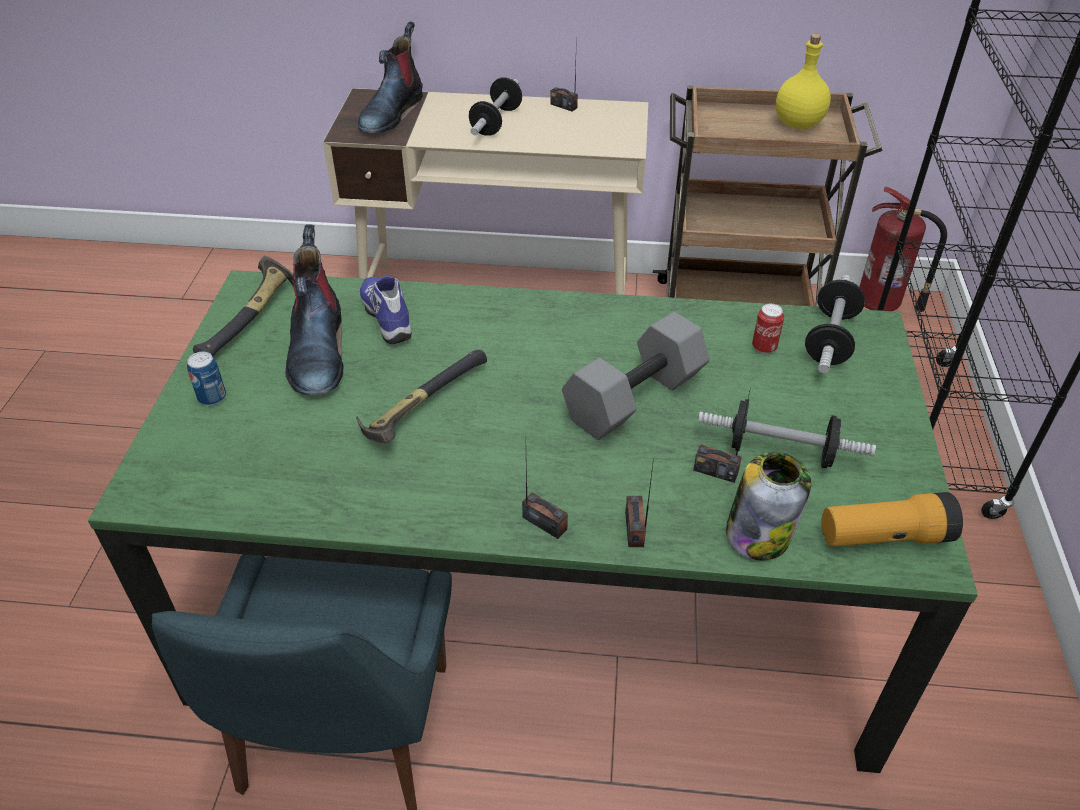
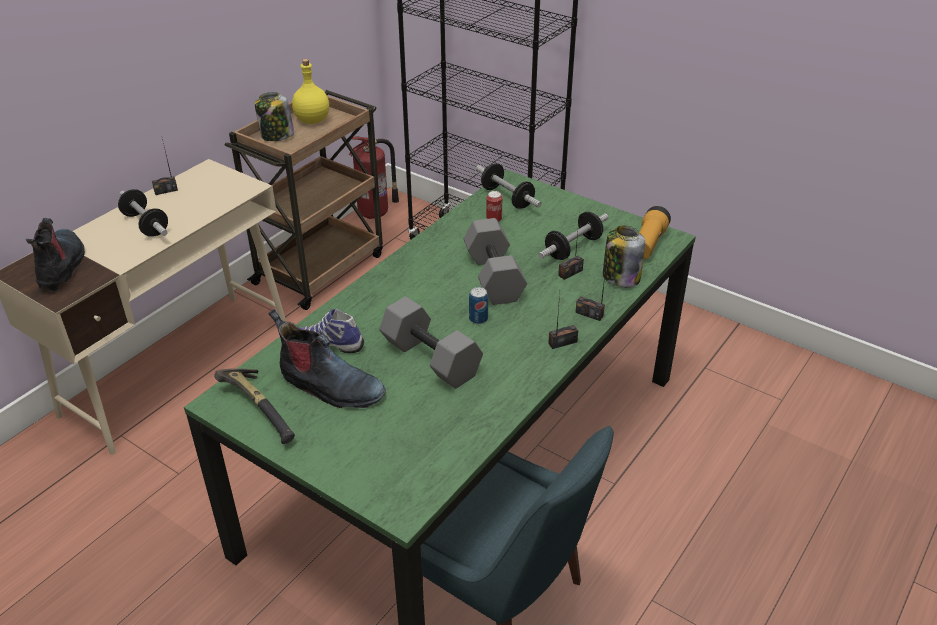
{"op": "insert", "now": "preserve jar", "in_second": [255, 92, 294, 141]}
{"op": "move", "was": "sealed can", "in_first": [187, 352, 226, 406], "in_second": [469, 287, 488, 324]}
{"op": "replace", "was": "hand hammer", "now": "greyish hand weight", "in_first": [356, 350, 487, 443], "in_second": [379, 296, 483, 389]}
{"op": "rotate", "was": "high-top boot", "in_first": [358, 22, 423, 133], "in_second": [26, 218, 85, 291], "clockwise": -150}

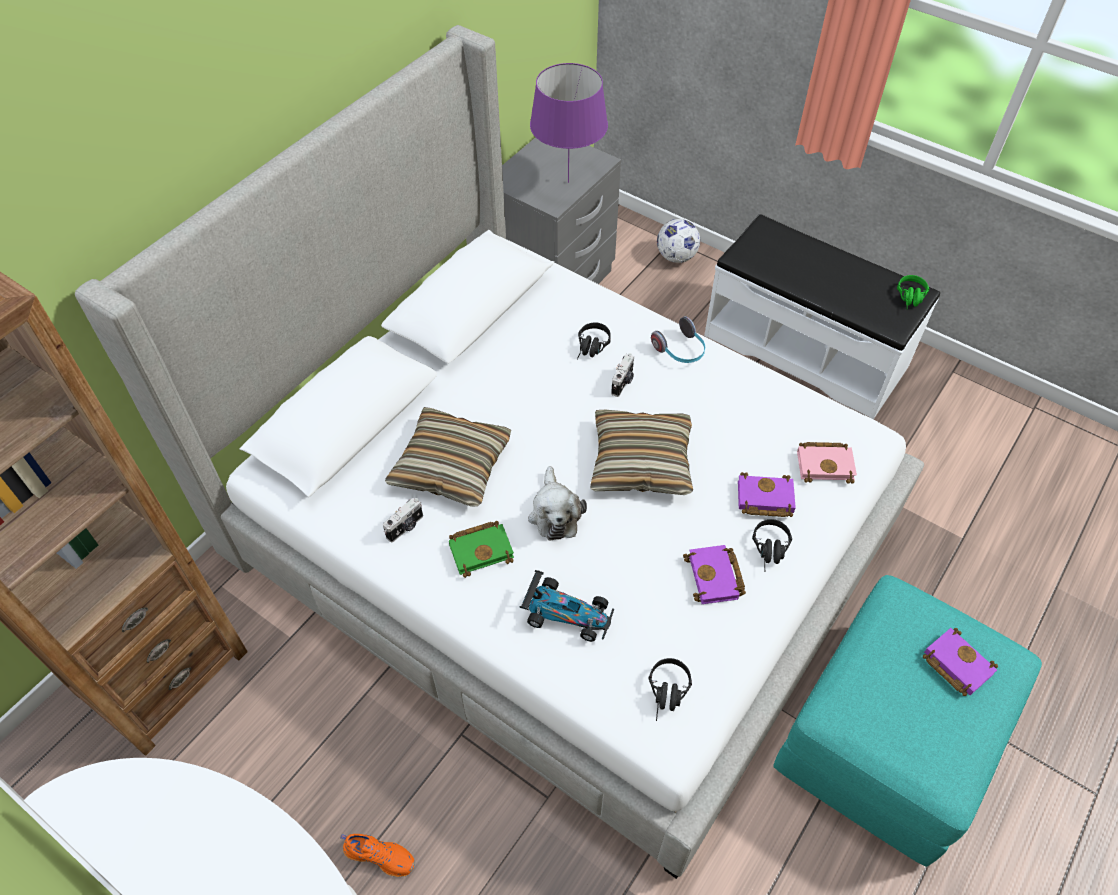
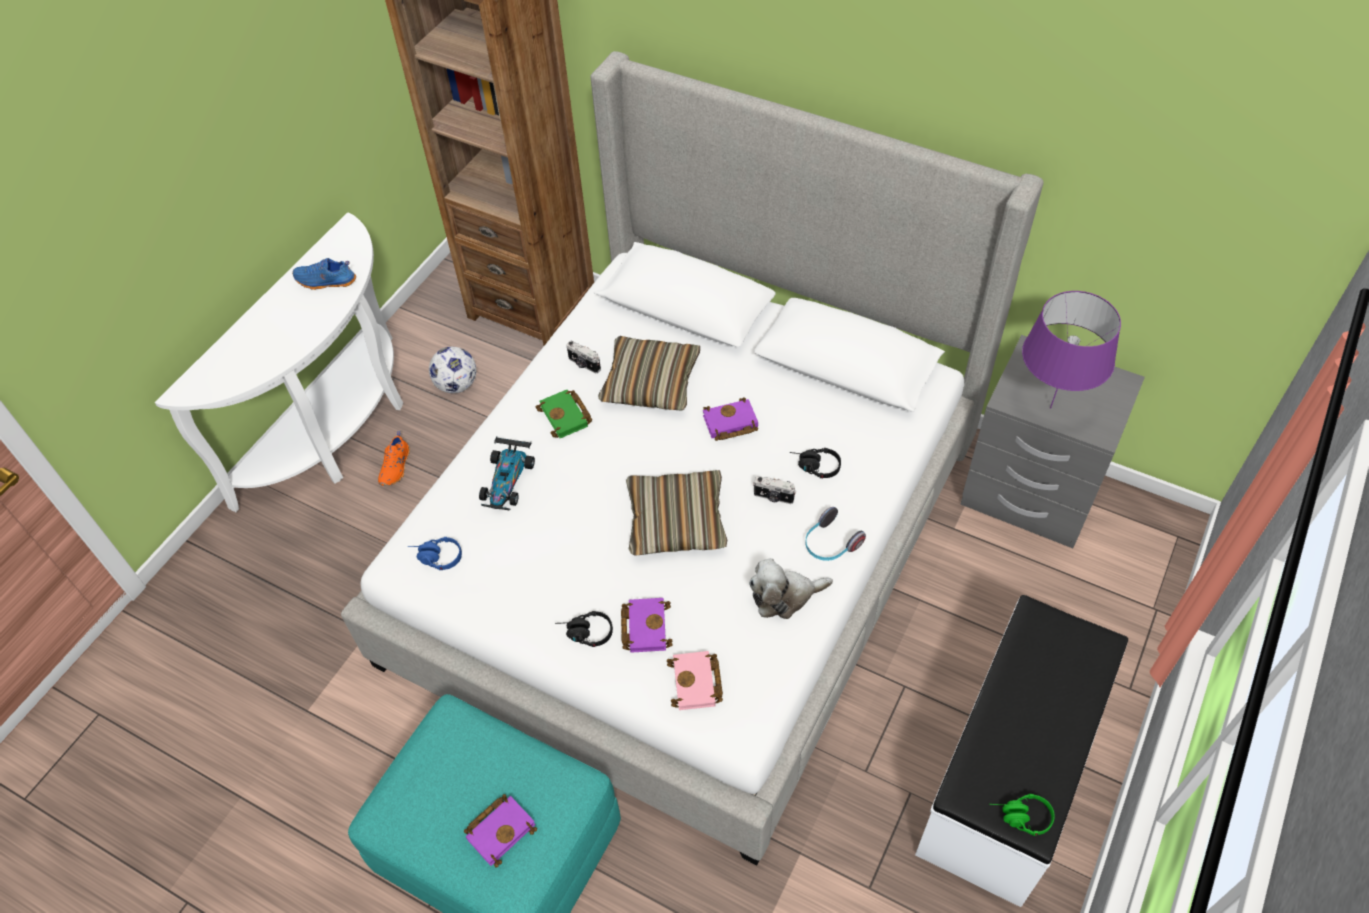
{"op": "insert", "now": "bluish item of footwear", "in_second": [292, 258, 356, 290]}
{"op": "move", "was": "cuddly toy", "in_first": [528, 466, 587, 540], "in_second": [749, 558, 833, 619]}
{"op": "move", "was": "football", "in_first": [657, 219, 700, 263], "in_second": [429, 347, 476, 393]}
{"op": "move", "was": "purple bound book", "in_first": [683, 545, 746, 604], "in_second": [703, 397, 758, 441]}
{"op": "recolor", "was": "black-coloured headphones", "now": "bluish headphones", "in_first": [649, 658, 692, 721], "in_second": [408, 537, 462, 570]}

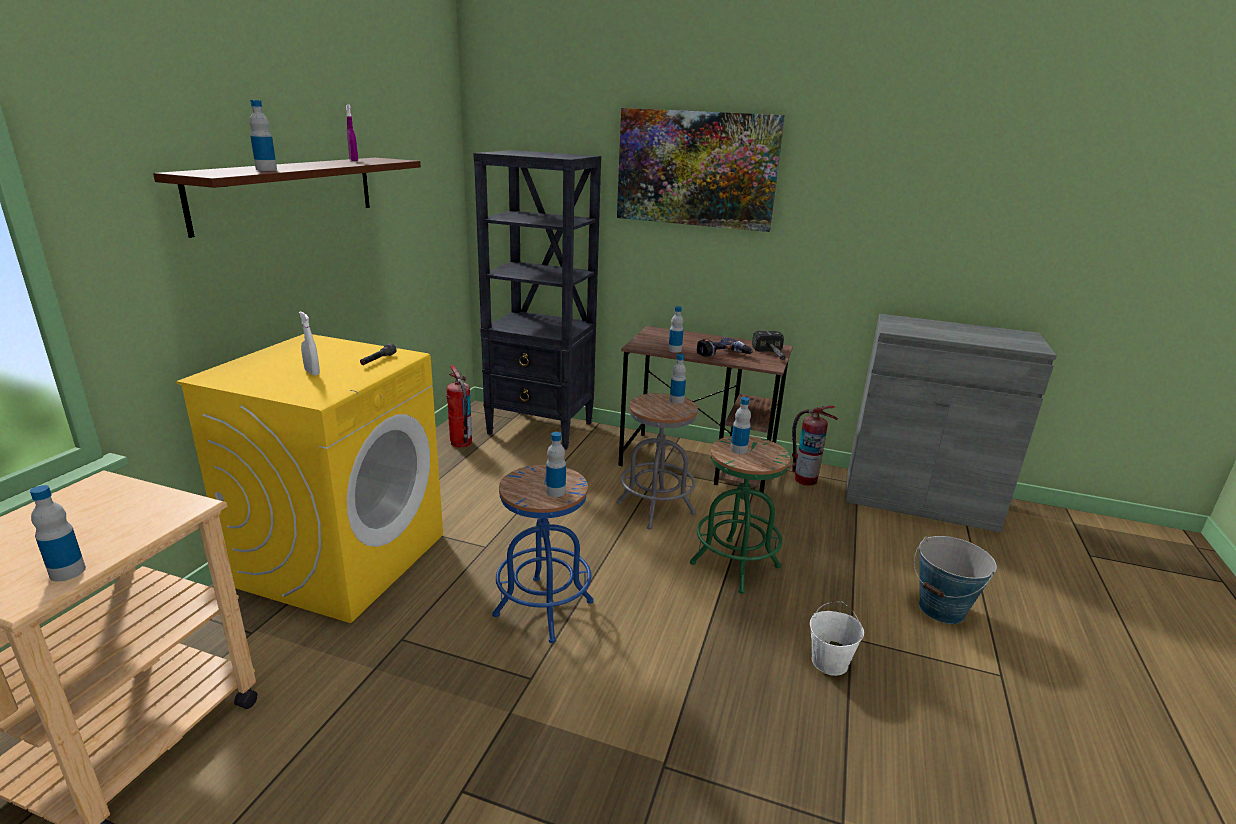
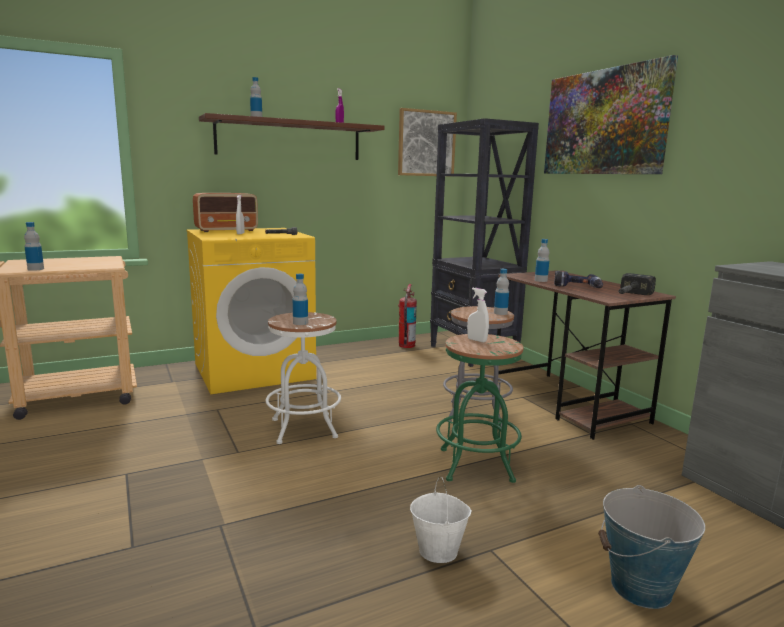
{"op": "delete", "was": "fire-fighting cylinder", "in_first": [792, 406, 838, 486]}
{"op": "insert", "now": "radio", "in_second": [193, 193, 258, 232]}
{"op": "insert", "now": "picture", "in_second": [398, 108, 457, 177]}
{"op": "replace", "was": "drink bottle", "now": "whitish spray bottle", "in_first": [730, 397, 751, 454], "in_second": [467, 288, 489, 342]}
{"op": "recolor", "was": "bluish stool", "now": "whitish stool", "in_first": [492, 465, 594, 643], "in_second": [266, 312, 341, 444]}

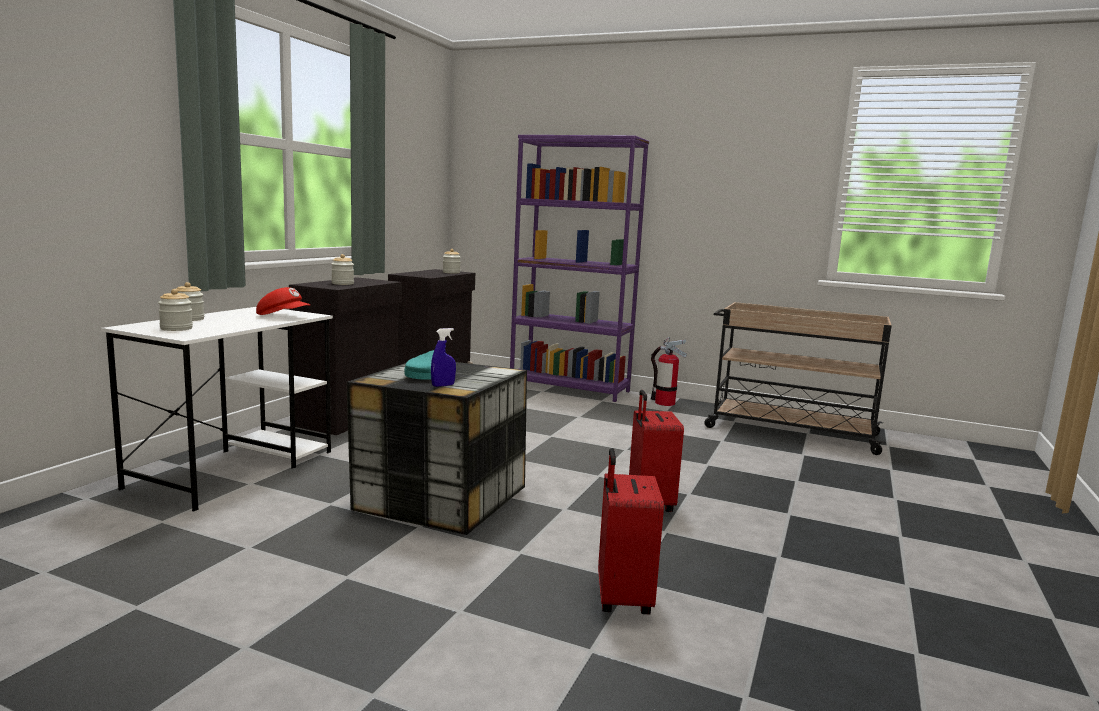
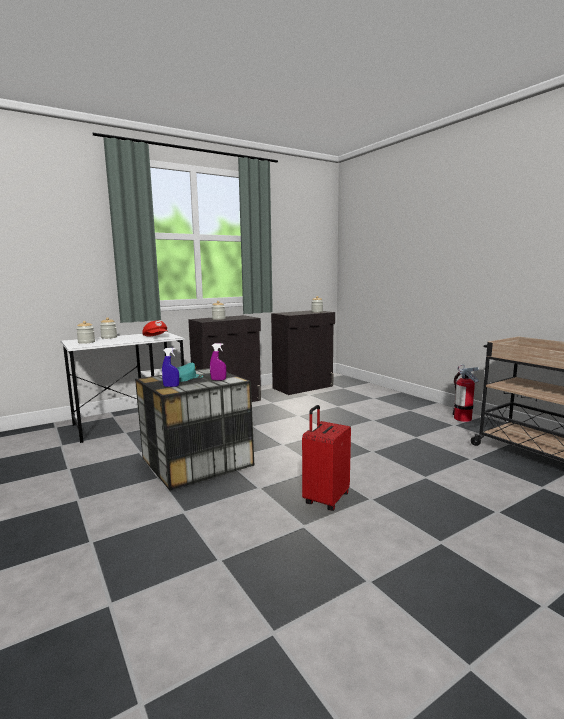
{"op": "delete", "was": "purple shelving unit", "in_first": [510, 135, 649, 402]}
{"op": "delete", "was": "reddish suitcase", "in_first": [598, 448, 664, 614]}
{"op": "insert", "now": "purple spray bottle", "in_second": [210, 343, 226, 380]}

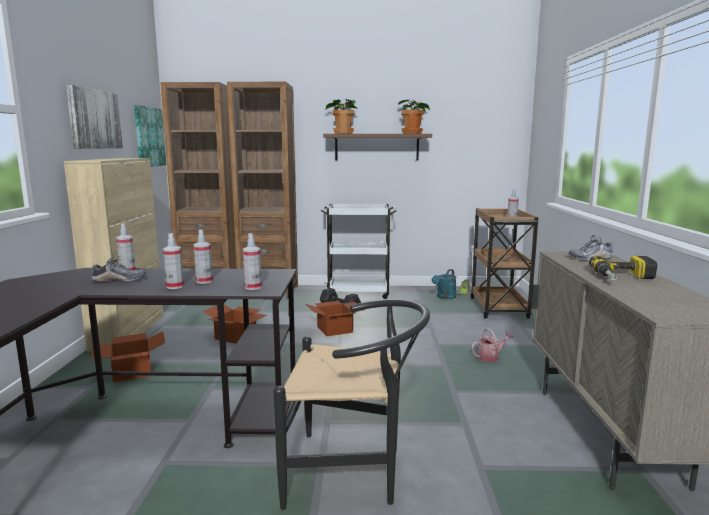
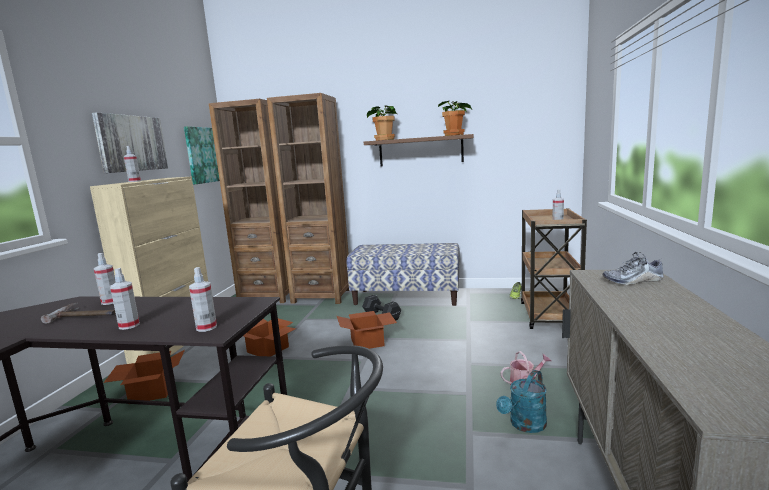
{"op": "delete", "was": "drill", "in_first": [589, 255, 657, 281]}
{"op": "move", "was": "spray bottle", "in_first": [193, 230, 213, 284], "in_second": [124, 146, 141, 182]}
{"op": "move", "was": "turquoise-coloured watering can", "in_first": [432, 269, 456, 299], "in_second": [496, 370, 547, 433]}
{"op": "replace", "was": "item of footwear", "now": "hand hammer", "in_first": [92, 255, 146, 282], "in_second": [41, 302, 116, 324]}
{"op": "replace", "was": "whitish trolley", "now": "indoor bench", "in_first": [321, 204, 396, 299], "in_second": [347, 243, 460, 306]}

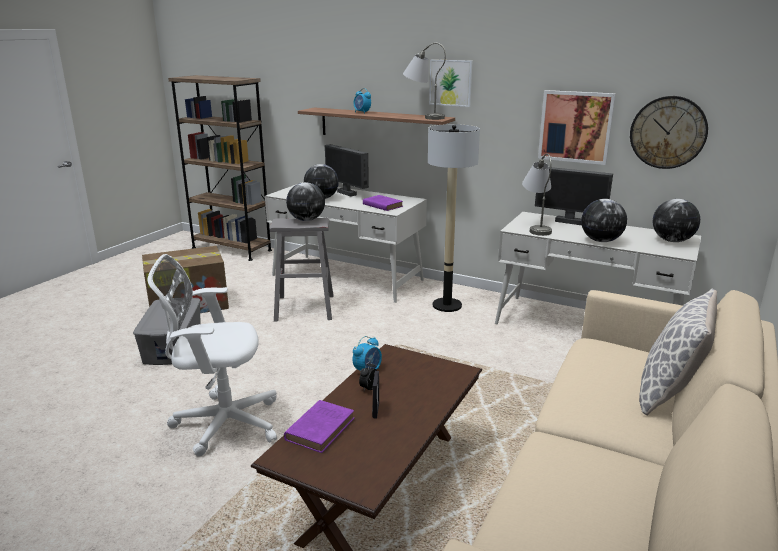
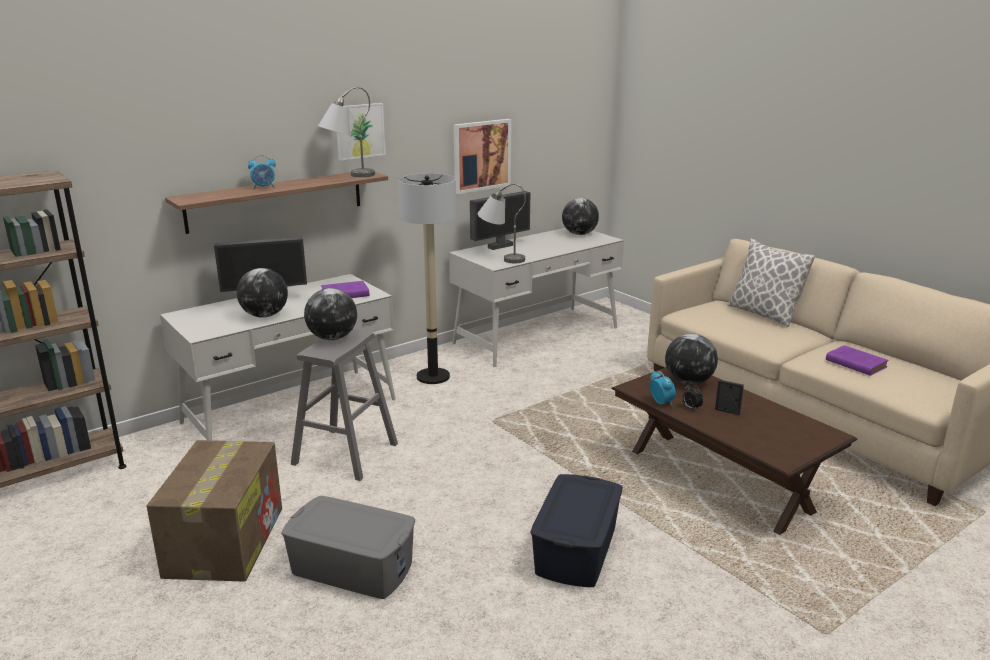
{"op": "delete", "was": "hanging clock", "in_first": [630, 96, 708, 169]}
{"op": "move", "was": "purple bound book", "in_first": [284, 400, 354, 453], "in_second": [826, 345, 889, 376]}
{"op": "move", "was": "globe", "in_first": [581, 199, 627, 242], "in_second": [665, 334, 718, 385]}
{"op": "replace", "was": "whitish office chair", "now": "bluish storage container", "in_first": [147, 254, 277, 457], "in_second": [530, 474, 623, 587]}

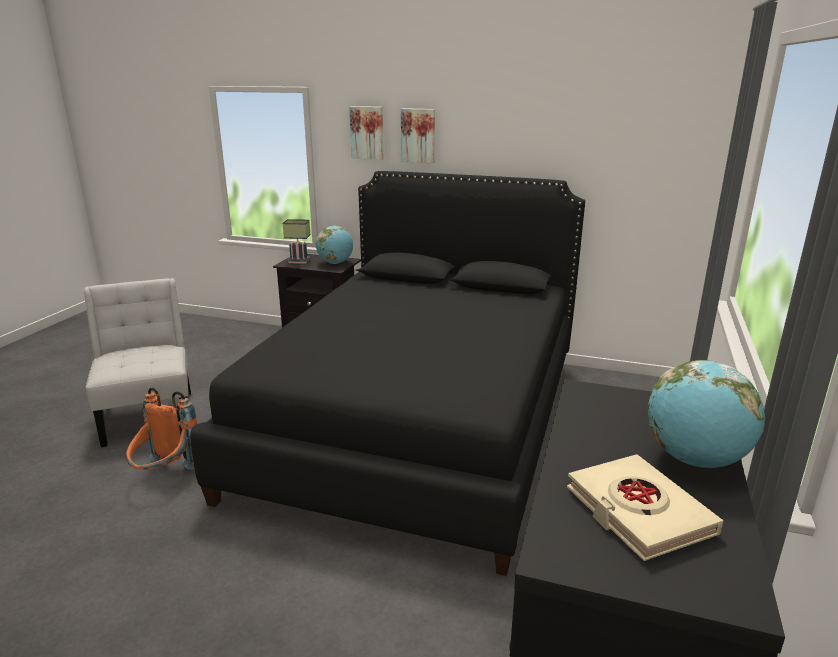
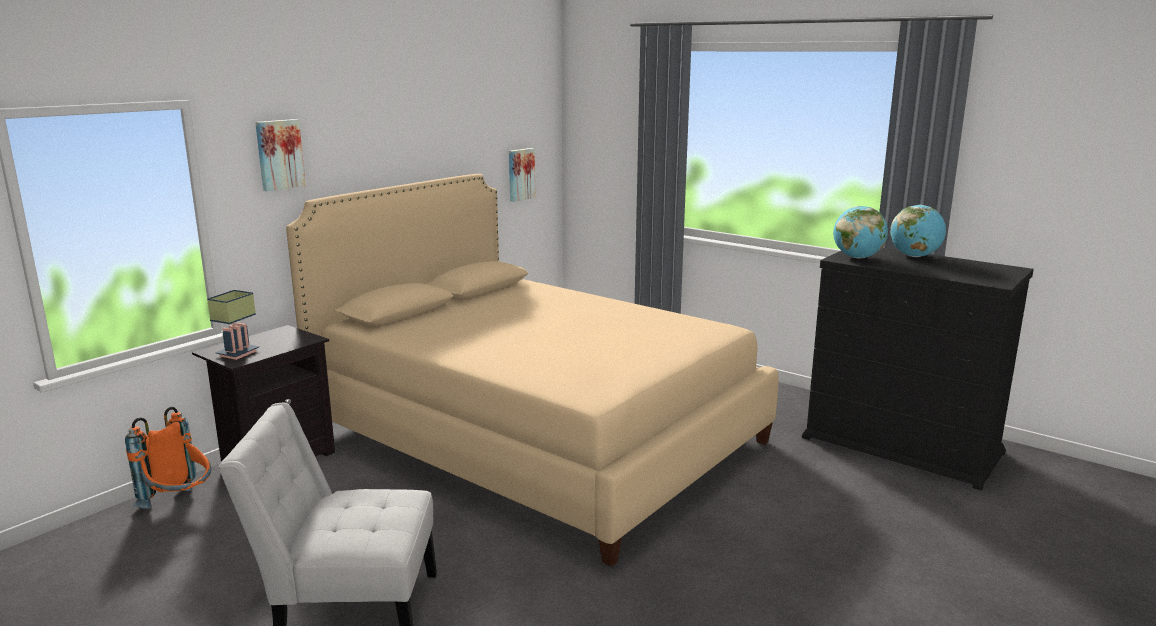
{"op": "delete", "was": "beige bound book", "in_first": [567, 454, 723, 561]}
{"op": "move", "was": "orange-coloured rucksack", "in_first": [126, 387, 197, 470], "in_second": [125, 407, 211, 509]}
{"op": "move", "was": "globe", "in_first": [316, 226, 353, 264], "in_second": [833, 206, 888, 259]}
{"op": "move", "was": "picture", "in_first": [401, 108, 435, 163], "in_second": [509, 148, 535, 202]}
{"op": "recolor", "was": "black-coloured bed", "now": "beige bed", "in_first": [190, 171, 585, 576], "in_second": [286, 174, 779, 567]}

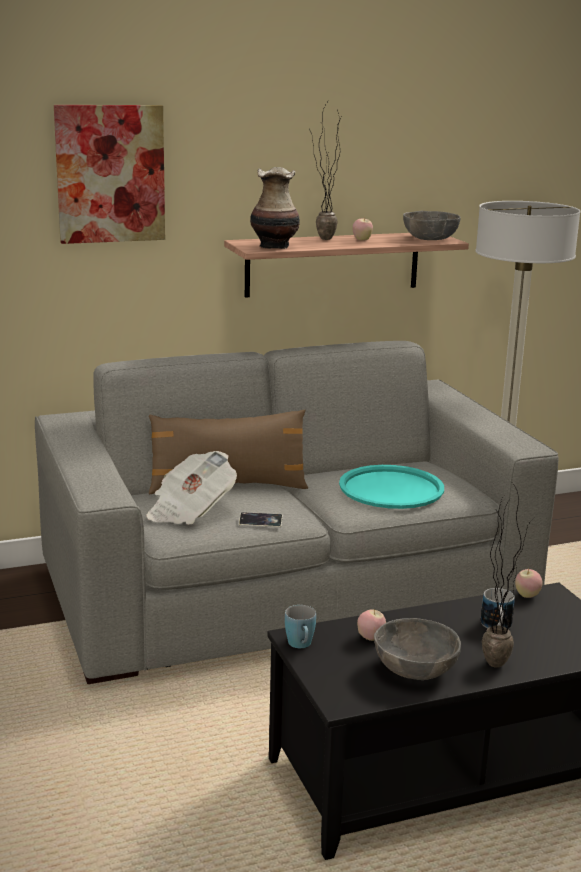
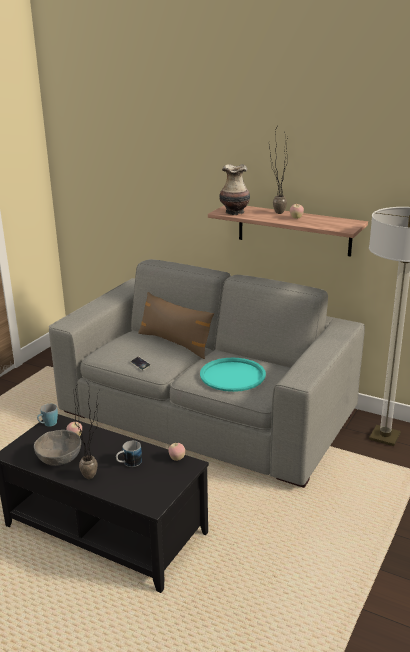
{"op": "delete", "was": "picture", "in_first": [54, 105, 165, 244]}
{"op": "delete", "was": "daily paper", "in_first": [147, 451, 237, 525]}
{"op": "delete", "was": "greyish bowl", "in_first": [403, 210, 461, 240]}

